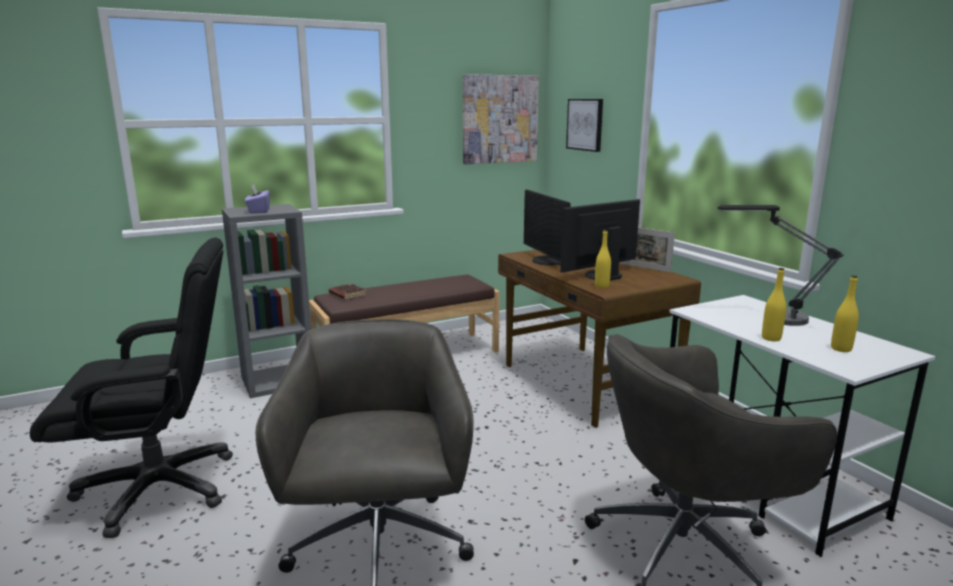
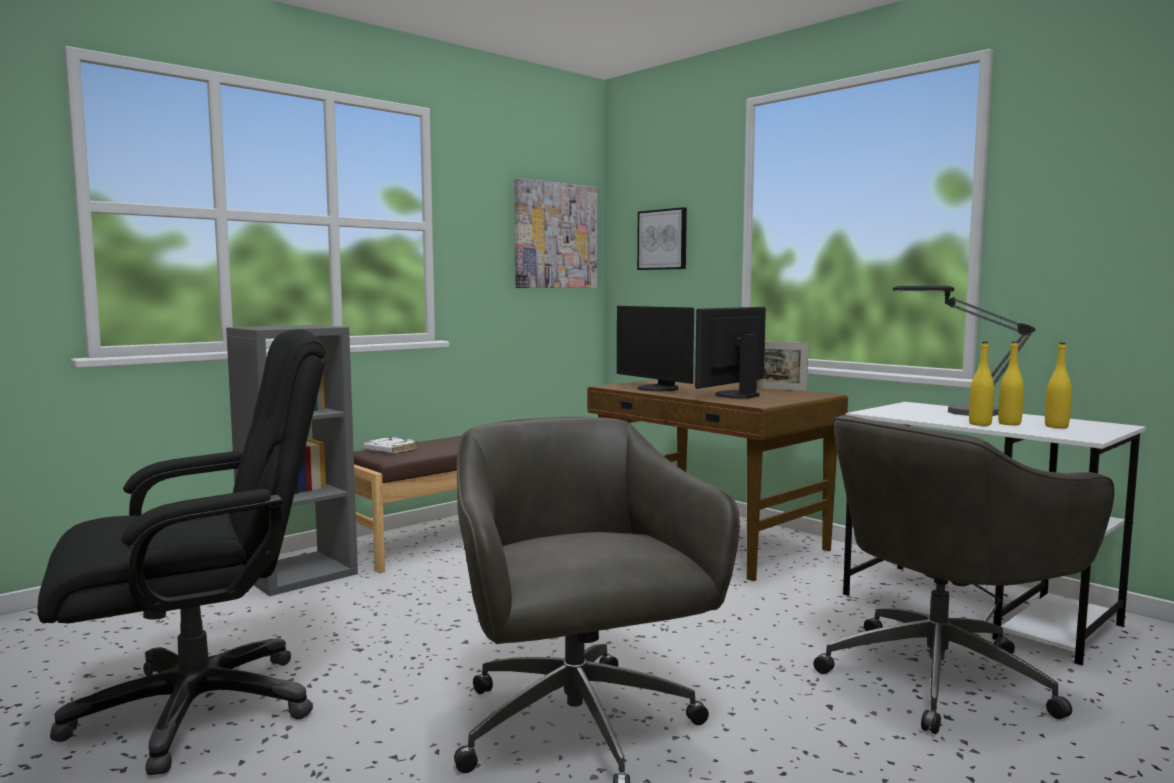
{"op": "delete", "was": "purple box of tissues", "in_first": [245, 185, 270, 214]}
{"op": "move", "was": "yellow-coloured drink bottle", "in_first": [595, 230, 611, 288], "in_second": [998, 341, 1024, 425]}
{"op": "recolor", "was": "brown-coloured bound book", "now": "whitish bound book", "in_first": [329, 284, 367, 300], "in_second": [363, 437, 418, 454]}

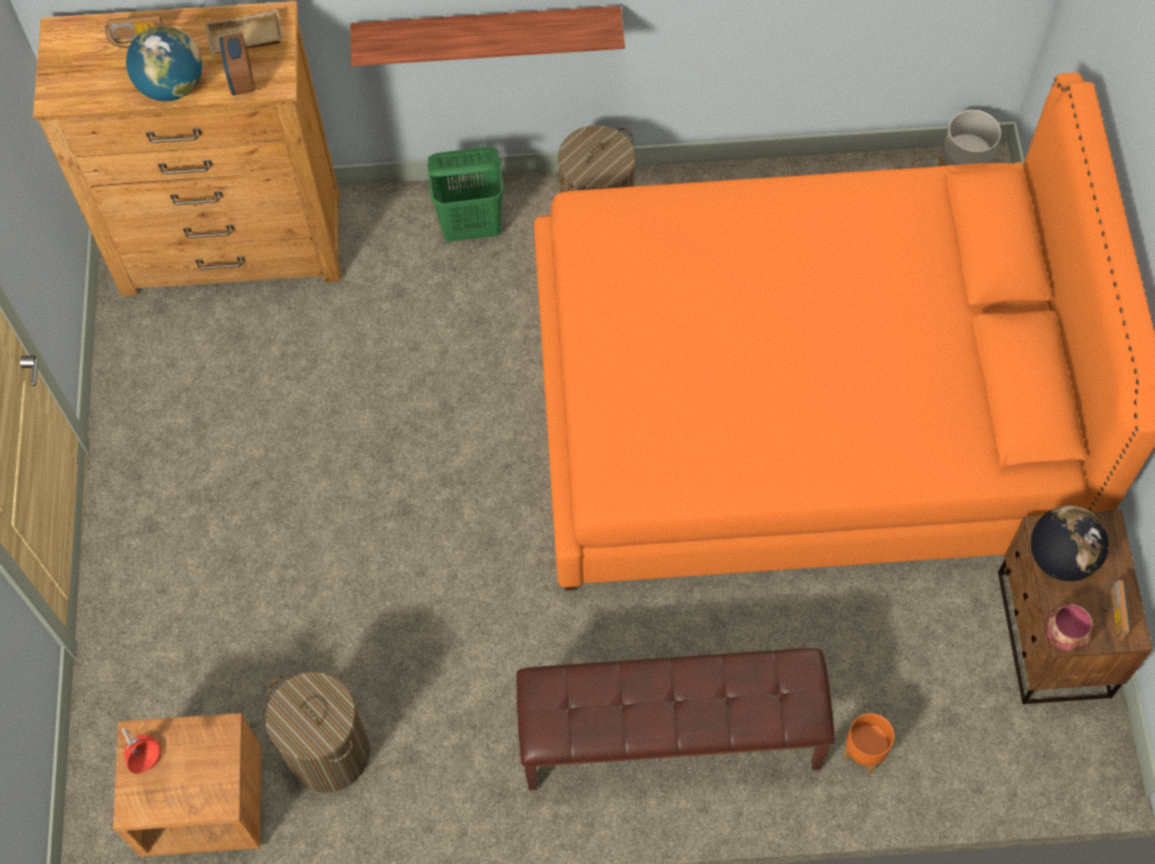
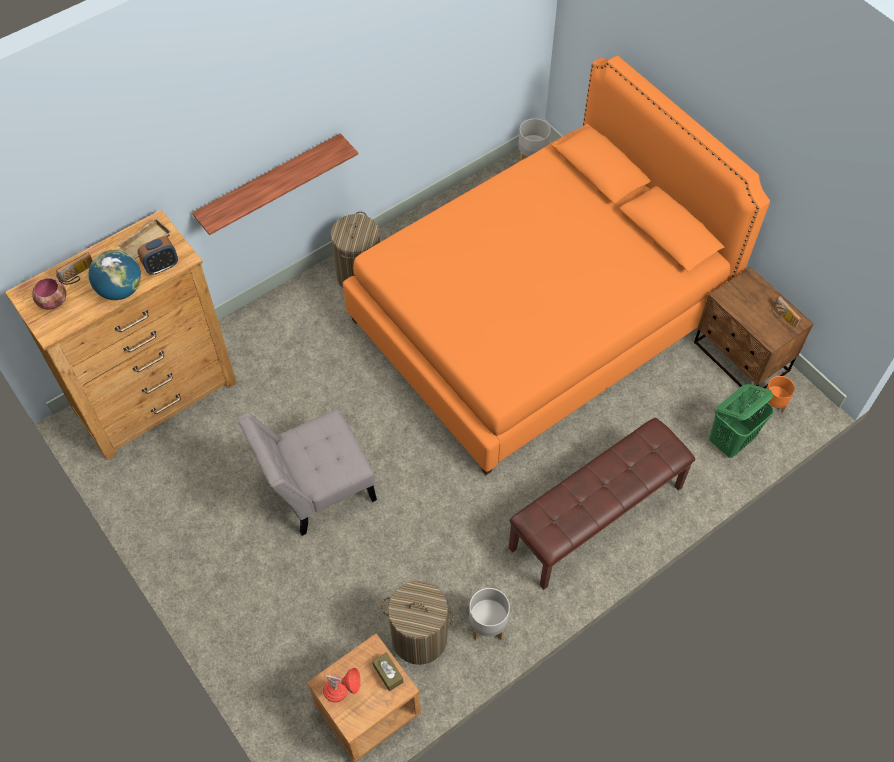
{"op": "delete", "was": "globe", "in_first": [1031, 506, 1109, 581]}
{"op": "insert", "now": "greyish chair", "in_second": [237, 409, 377, 536]}
{"op": "insert", "now": "brown-coloured box of tissues", "in_second": [372, 652, 403, 691]}
{"op": "insert", "now": "greyish flower pot", "in_second": [469, 588, 510, 640]}
{"op": "move", "was": "green hamper", "in_first": [427, 147, 504, 242], "in_second": [709, 384, 773, 458]}
{"op": "move", "was": "orange-coloured flower pot", "in_first": [843, 713, 894, 774], "in_second": [764, 376, 795, 414]}
{"op": "move", "was": "bowl", "in_first": [1044, 603, 1095, 652], "in_second": [32, 278, 66, 310]}
{"op": "rotate", "was": "table clock", "in_first": [219, 33, 255, 95], "in_second": [138, 236, 178, 275], "clockwise": -75}

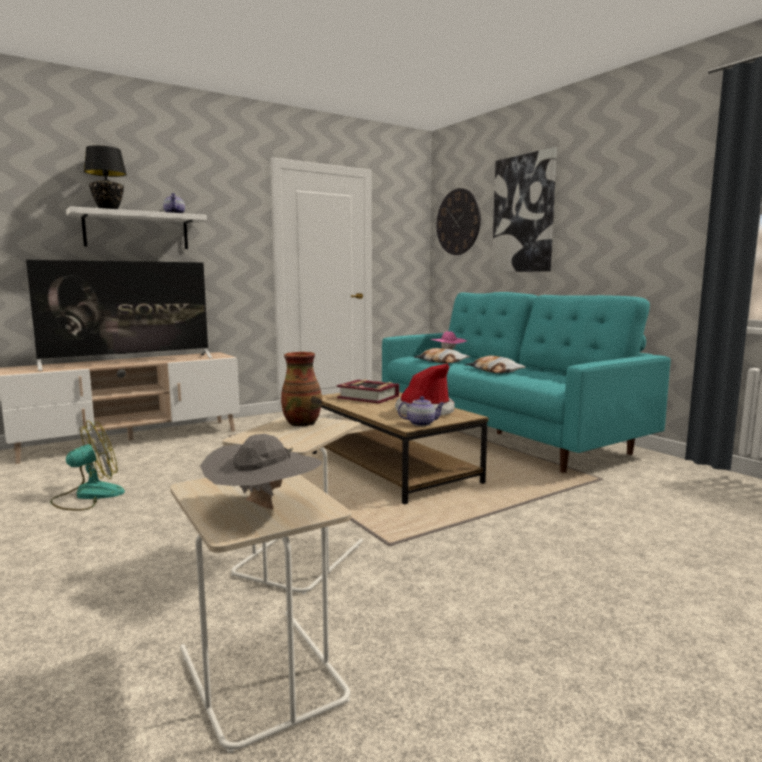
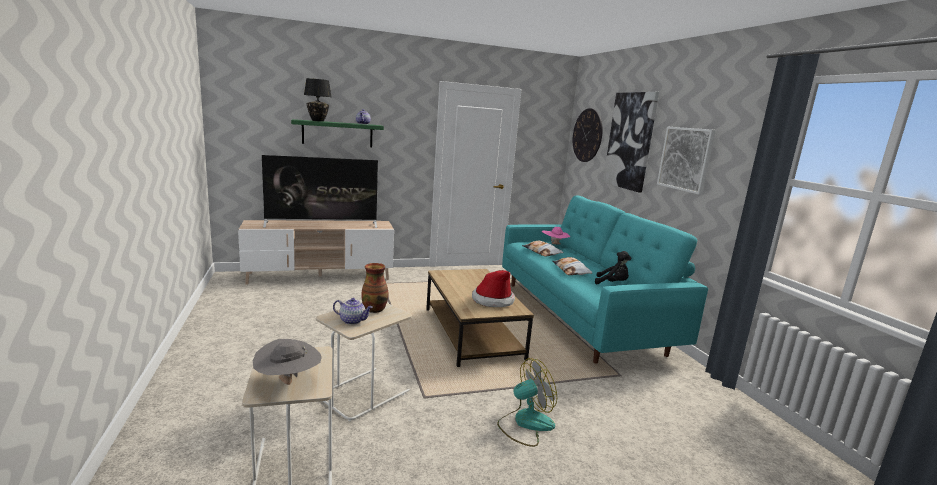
{"op": "delete", "was": "bound book", "in_first": [337, 380, 399, 404]}
{"op": "insert", "now": "black-coloured cuddly toy", "in_second": [595, 251, 632, 284]}
{"op": "insert", "now": "picture", "in_second": [657, 126, 716, 195]}
{"op": "move", "was": "fan", "in_first": [50, 421, 125, 511], "in_second": [497, 358, 557, 447]}
{"op": "move", "was": "pot for tea", "in_first": [398, 396, 446, 426], "in_second": [333, 298, 373, 325]}
{"op": "recolor", "was": "whitish bracket shelf", "now": "green bracket shelf", "in_first": [66, 206, 207, 249], "in_second": [291, 119, 384, 147]}

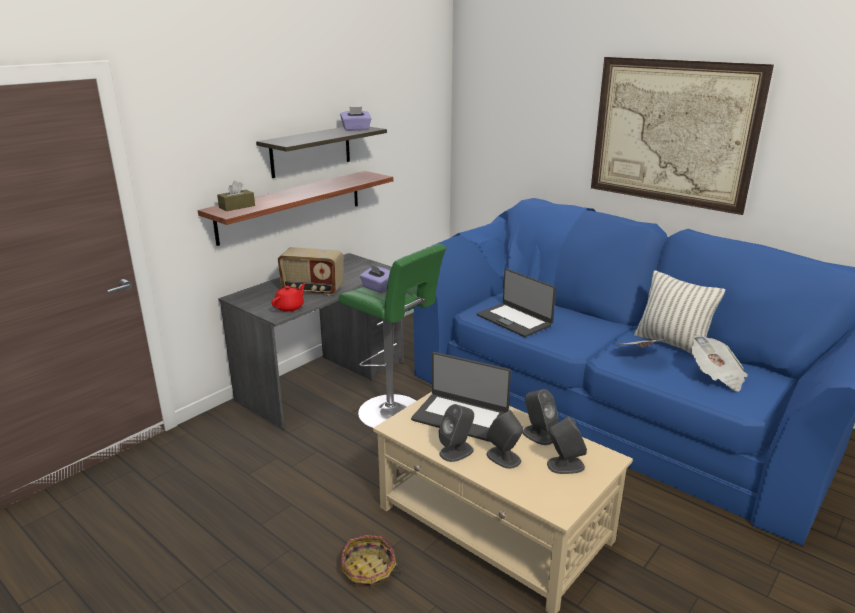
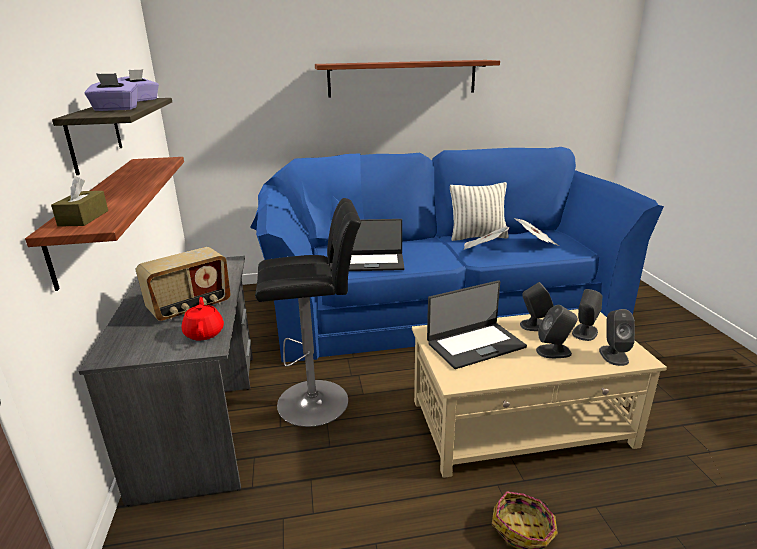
{"op": "move", "was": "purple box of tissues", "in_first": [360, 265, 390, 293], "in_second": [84, 73, 138, 111]}
{"op": "move", "was": "greyish speaker", "in_first": [438, 404, 474, 462], "in_second": [599, 309, 635, 366]}
{"op": "replace", "was": "picture", "now": "bracket shelf", "in_first": [591, 57, 774, 215], "in_second": [315, 60, 500, 97]}
{"op": "recolor", "was": "green stool", "now": "black-coloured stool", "in_first": [338, 244, 446, 428], "in_second": [255, 198, 361, 427]}

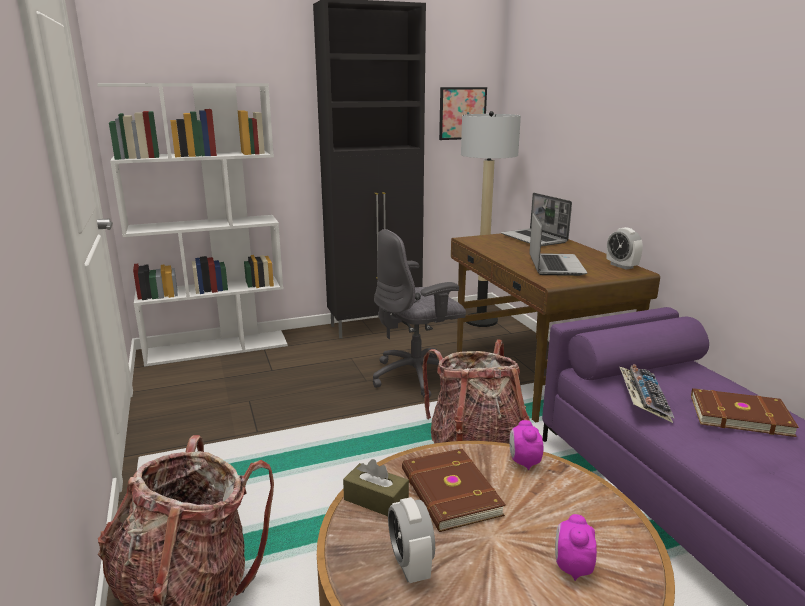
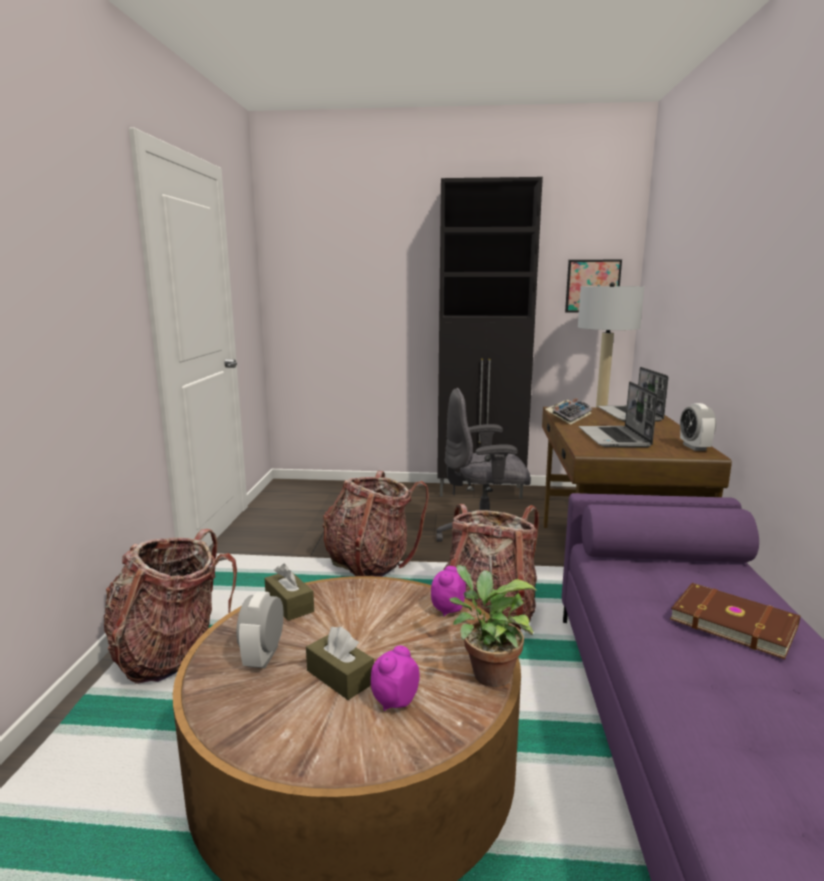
{"op": "delete", "was": "whitish shelving unit", "in_first": [97, 83, 288, 367]}
{"op": "delete", "was": "brown-coloured bound book", "in_first": [402, 449, 506, 532]}
{"op": "insert", "now": "brown-coloured box of tissues", "in_second": [306, 626, 374, 700]}
{"op": "insert", "now": "rucksack", "in_second": [322, 471, 429, 577]}
{"op": "insert", "now": "plant in a pot", "in_second": [449, 565, 537, 687]}
{"op": "move", "was": "keyboard", "in_first": [620, 364, 675, 423], "in_second": [545, 398, 592, 425]}
{"op": "rotate", "was": "notebook computer", "in_first": [529, 212, 587, 276], "in_second": [579, 381, 658, 448], "clockwise": 150}

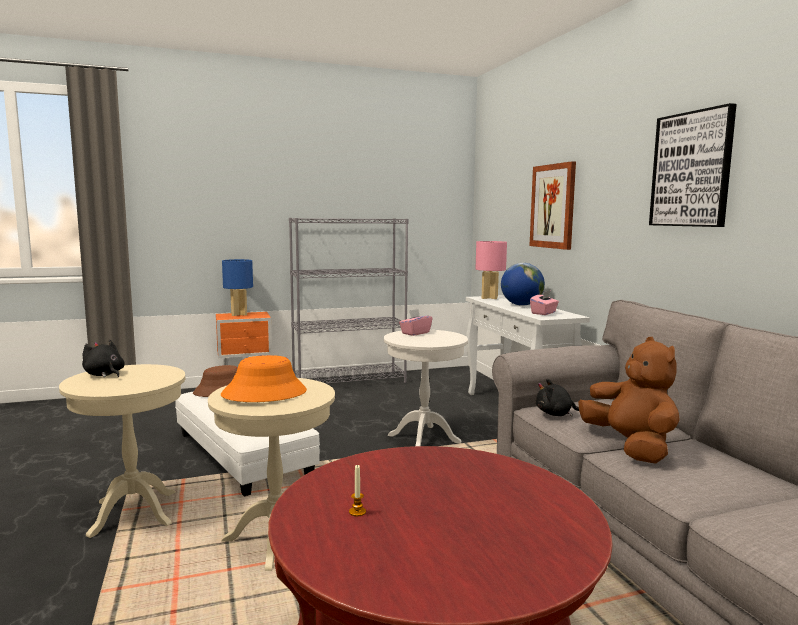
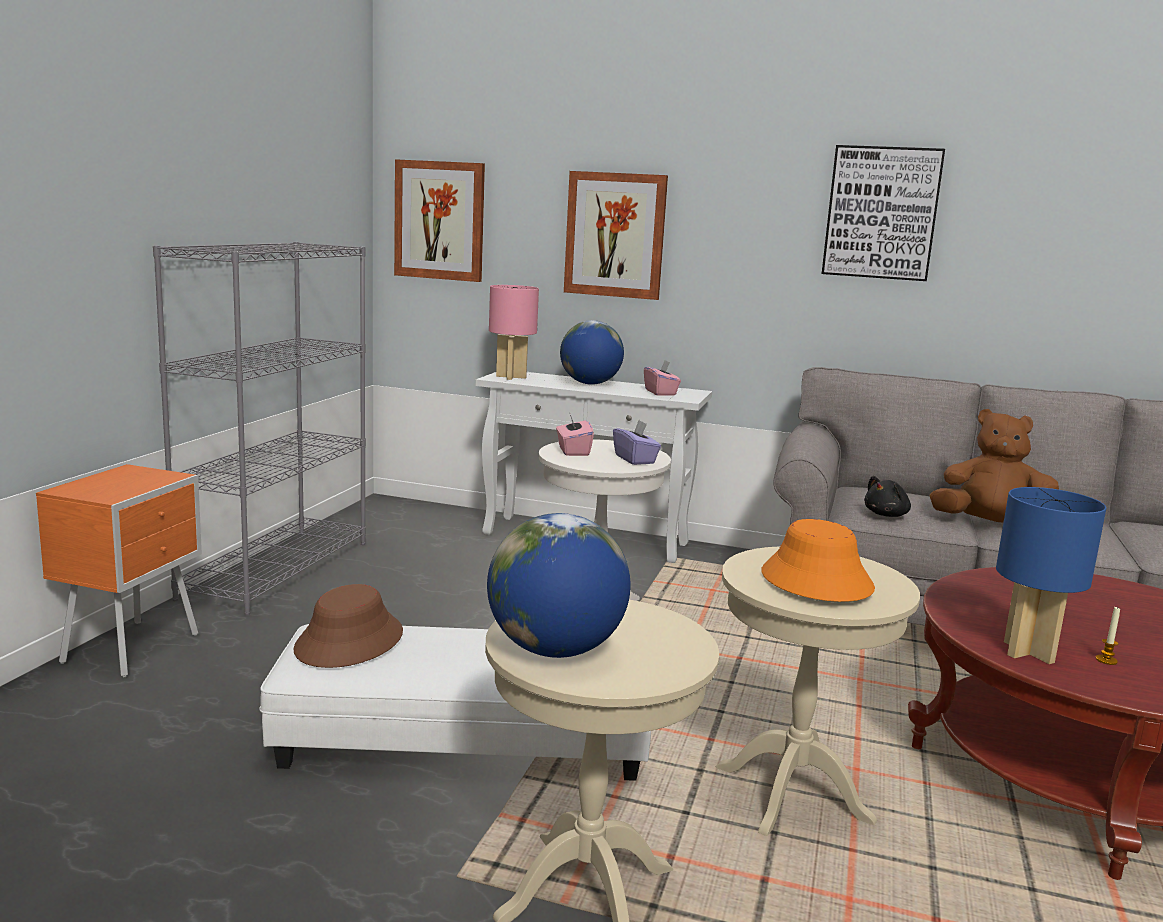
{"op": "insert", "now": "picture", "in_second": [394, 159, 485, 282]}
{"op": "insert", "now": "purple box of tissues", "in_second": [613, 420, 661, 465]}
{"op": "move", "was": "bluish table lamp", "in_first": [222, 259, 253, 316], "in_second": [996, 487, 1106, 664]}
{"op": "replace", "was": "black-coloured cuddly toy", "now": "globe", "in_first": [82, 340, 125, 378], "in_second": [487, 513, 631, 658]}

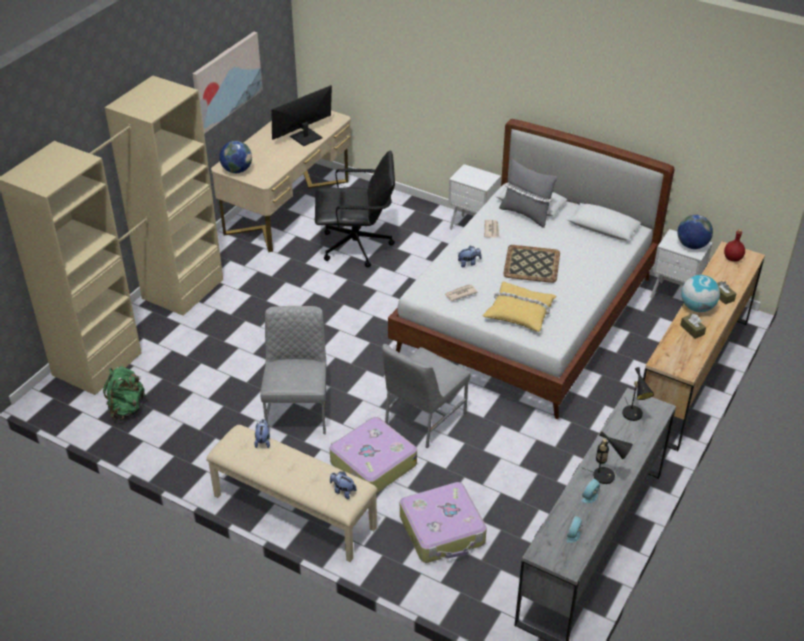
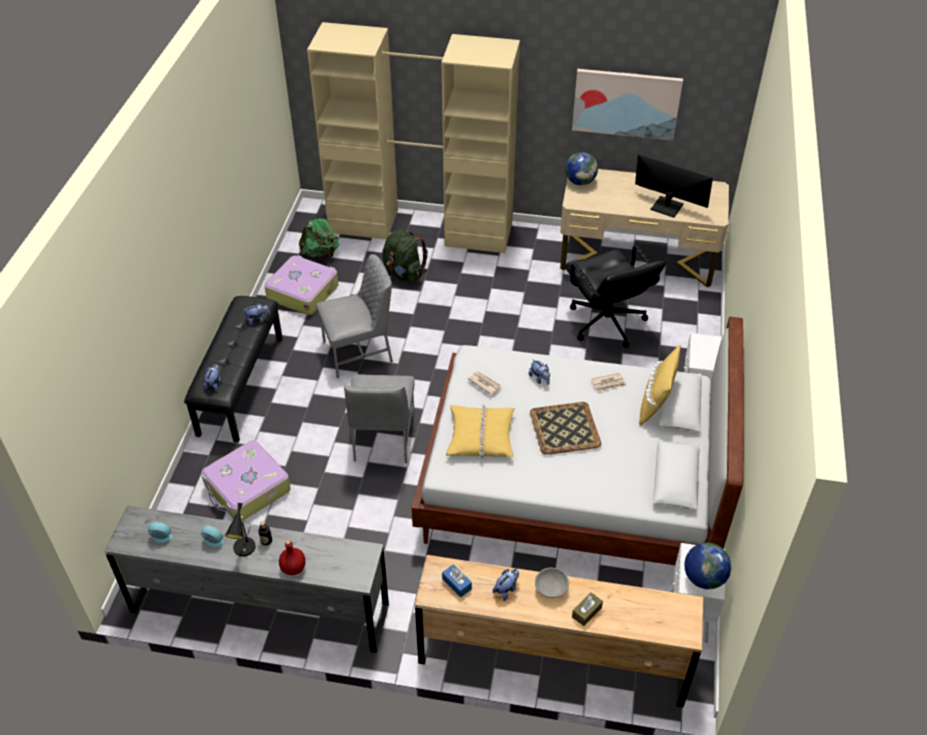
{"op": "delete", "was": "black-coloured table lamp", "in_first": [622, 367, 654, 421]}
{"op": "insert", "now": "green rucksack", "in_second": [382, 229, 428, 282]}
{"op": "insert", "now": "bluish box of tissues", "in_second": [442, 564, 472, 597]}
{"op": "move", "was": "suitcase", "in_first": [329, 417, 417, 494], "in_second": [264, 255, 338, 315]}
{"op": "move", "was": "reddish drink bottle", "in_first": [724, 229, 745, 262], "in_second": [279, 540, 306, 575]}
{"op": "replace", "was": "brown-coloured box of tissues", "now": "cuddly toy", "in_first": [680, 314, 706, 339], "in_second": [493, 568, 519, 601]}
{"op": "replace", "was": "globe", "now": "greyish bowl", "in_first": [681, 275, 720, 312], "in_second": [535, 567, 569, 598]}
{"op": "recolor", "was": "beige indoor bench", "now": "black-coloured indoor bench", "in_first": [206, 425, 377, 562], "in_second": [184, 296, 283, 443]}
{"op": "recolor", "was": "greyish throw pillow", "now": "yellow-coloured throw pillow", "in_first": [499, 160, 557, 228], "in_second": [639, 345, 681, 426]}
{"op": "rotate", "was": "greyish chair", "in_first": [382, 344, 470, 448], "in_second": [344, 374, 415, 463], "clockwise": -105}

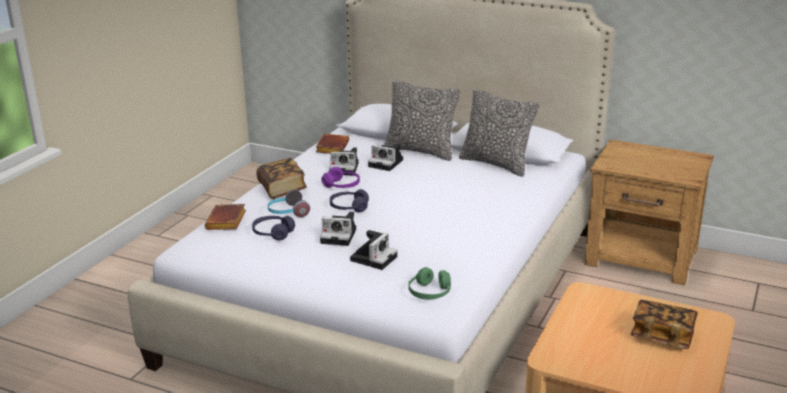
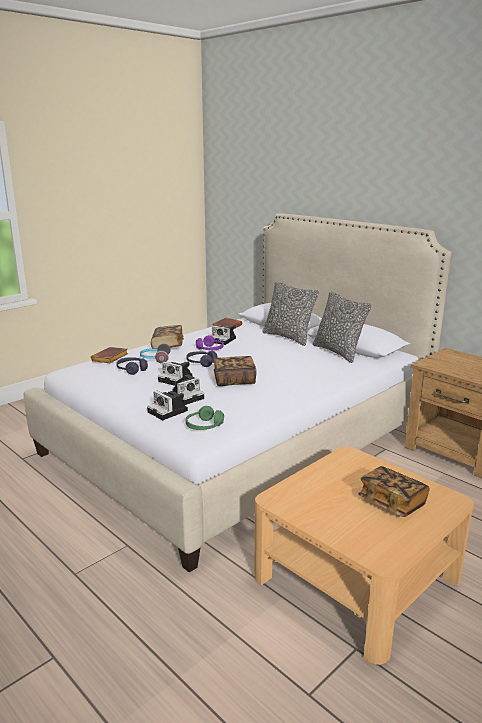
{"op": "insert", "now": "bound book", "in_second": [213, 356, 257, 386]}
{"op": "move", "was": "still camera", "in_first": [368, 144, 403, 171], "in_second": [147, 391, 188, 420]}

